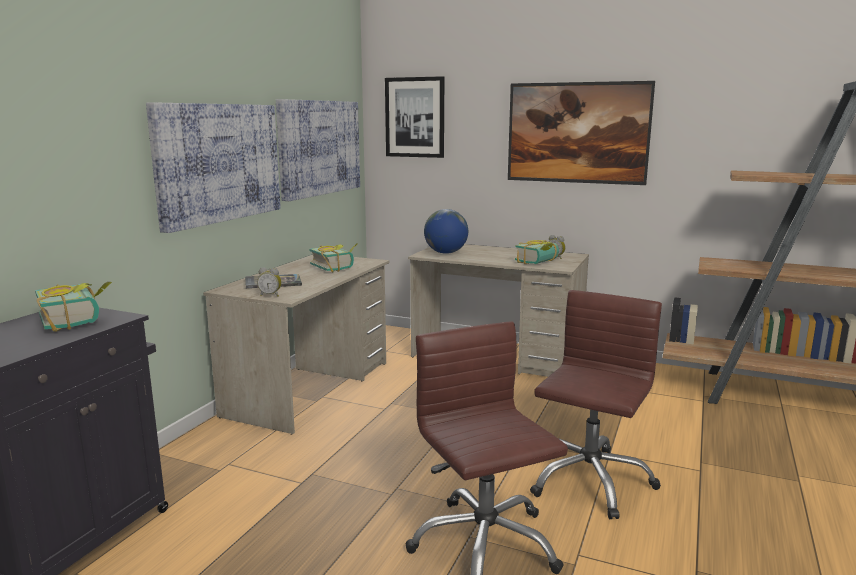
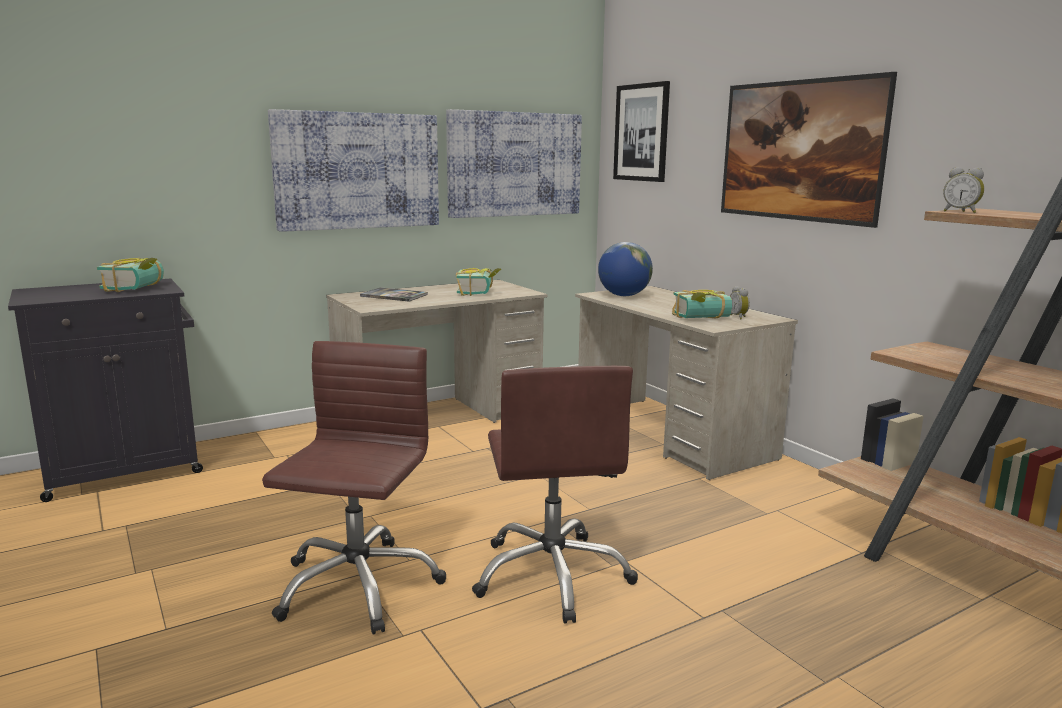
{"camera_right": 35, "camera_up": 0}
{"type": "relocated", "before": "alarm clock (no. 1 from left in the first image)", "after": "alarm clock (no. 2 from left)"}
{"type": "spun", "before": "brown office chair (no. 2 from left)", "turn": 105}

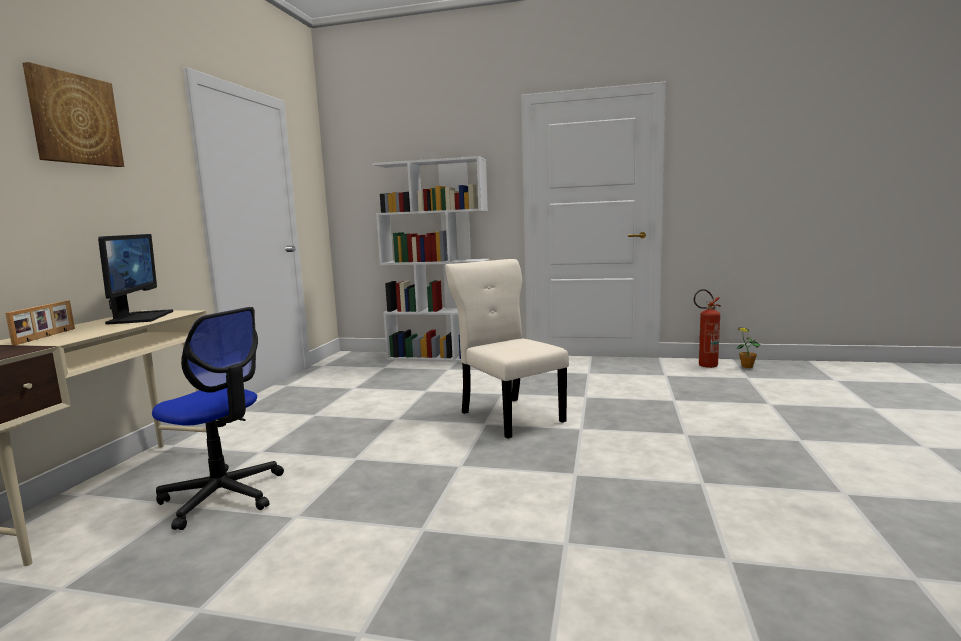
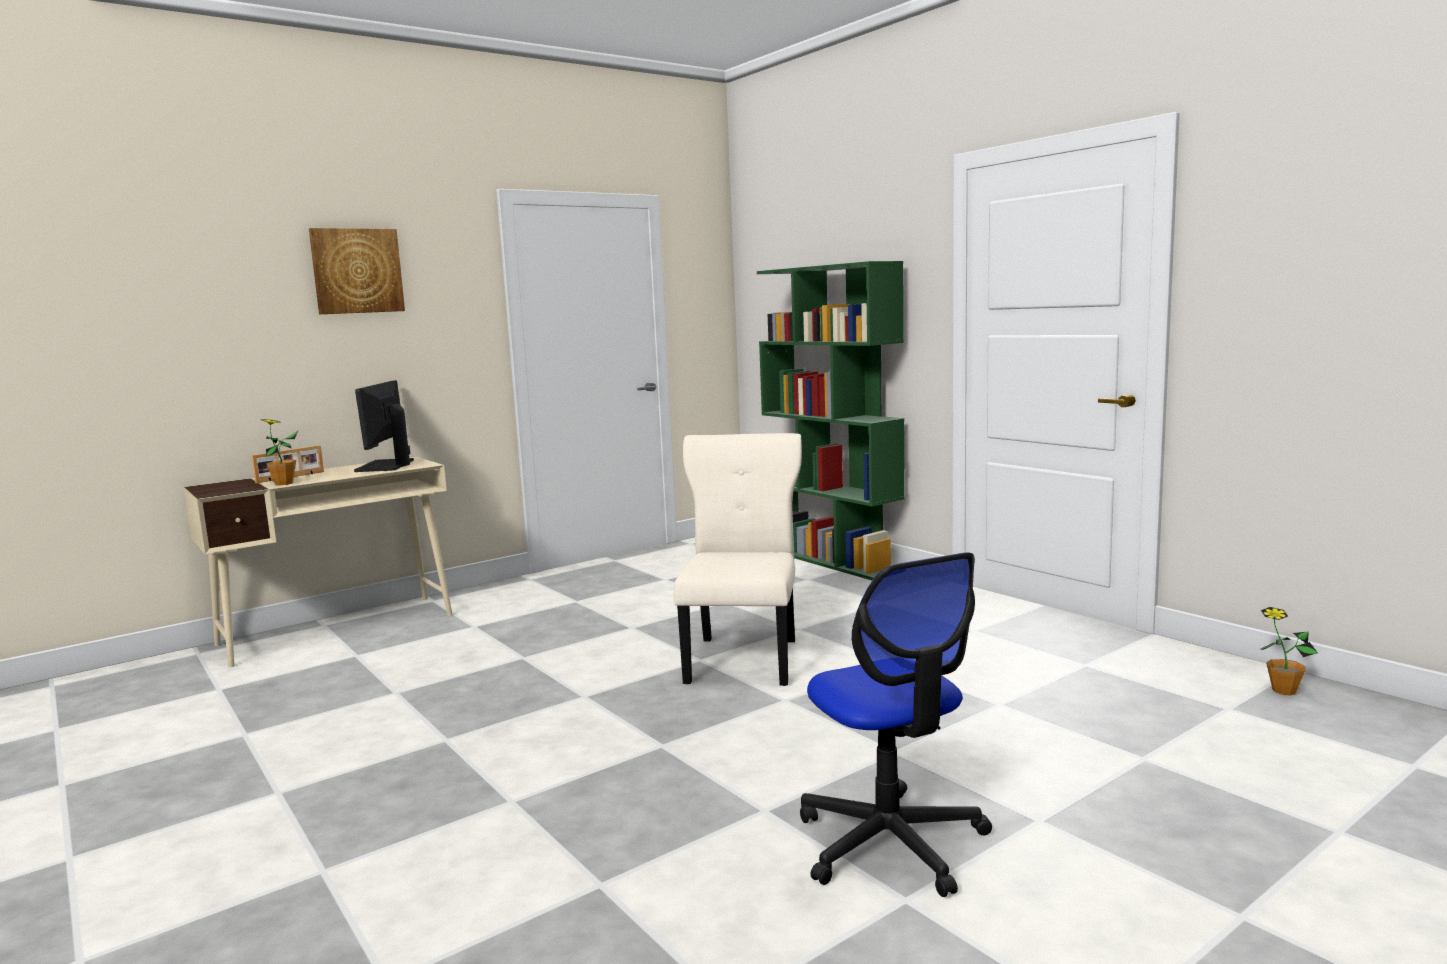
{"camera_right": 40, "camera_up": 0}
{"type": "spun", "before": "monitor", "turn": 150}
{"type": "relocated", "before": "office chair"}
{"type": "colour", "before": "white bookcase", "after": "green bookcase"}
{"type": "missing", "before": "fire extinguisher"}
{"type": "appeared", "after": "potted plant (no. 1 from left)"}

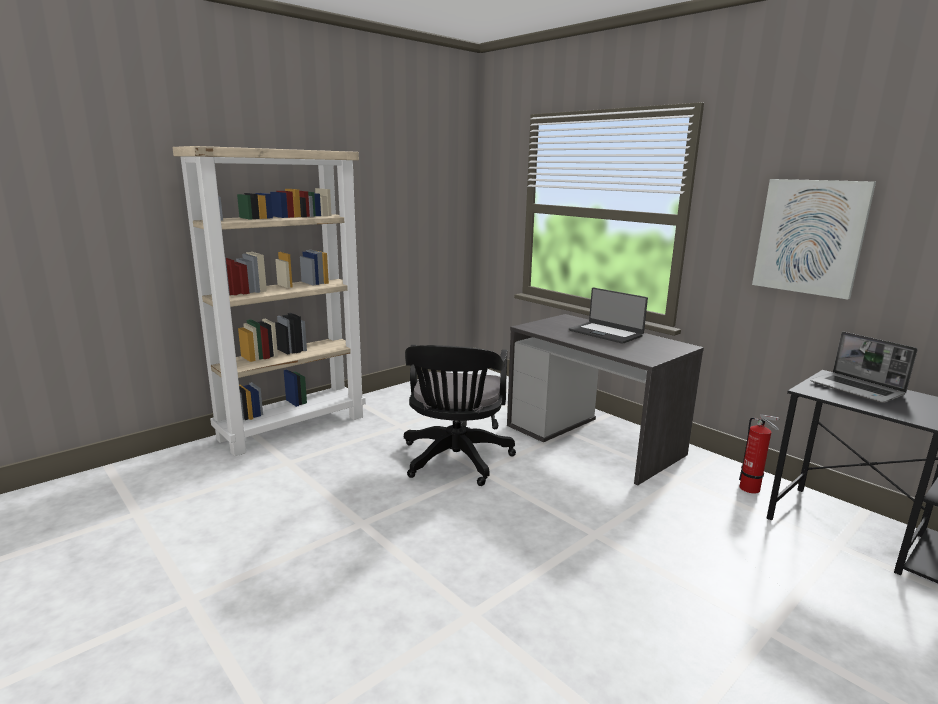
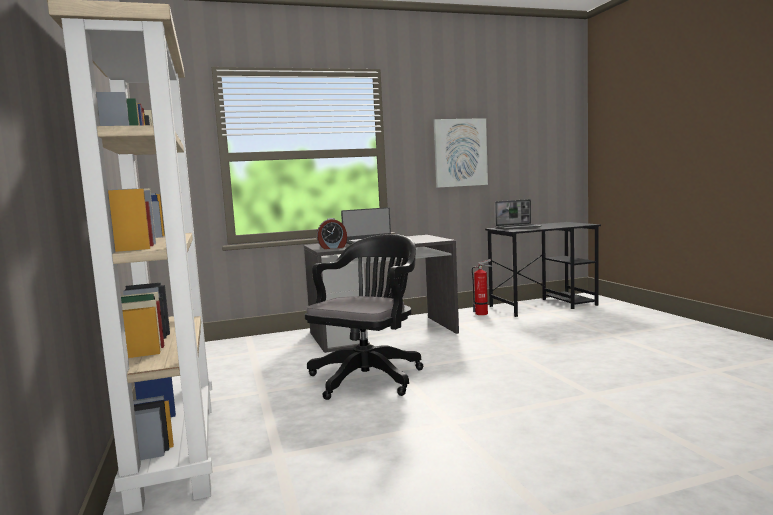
{"camera_right": -65, "camera_up": -10}
{"type": "spun", "before": "black office chair", "turn": -90}
{"type": "appeared", "after": "alarm clock"}

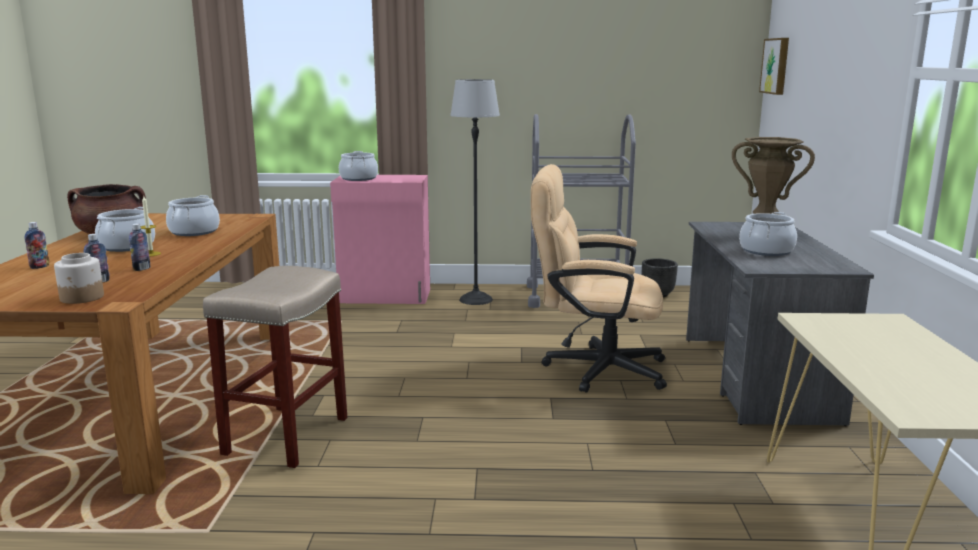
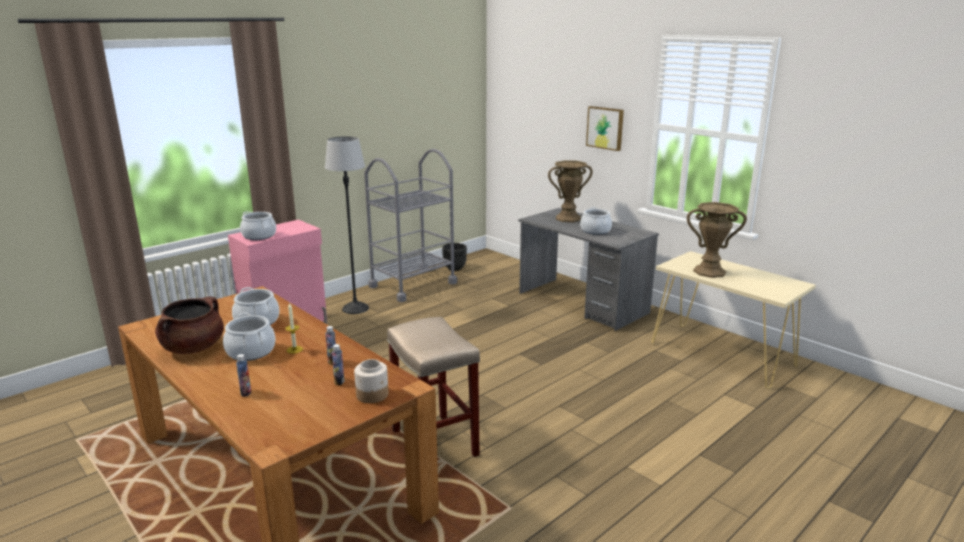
{"camera_right": -45, "camera_up": 5}
{"type": "missing", "before": "beige office chair"}
{"type": "relocated", "before": "picture"}
{"type": "appeared", "after": "brown vase (no. 2 from left)"}

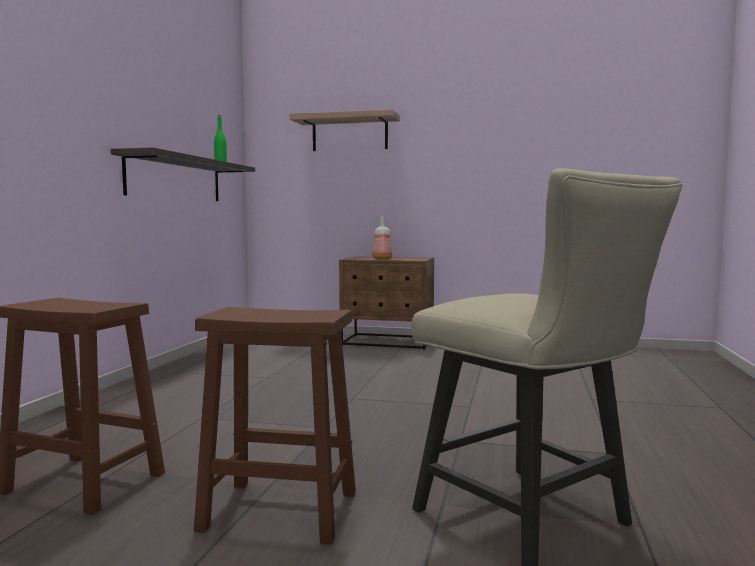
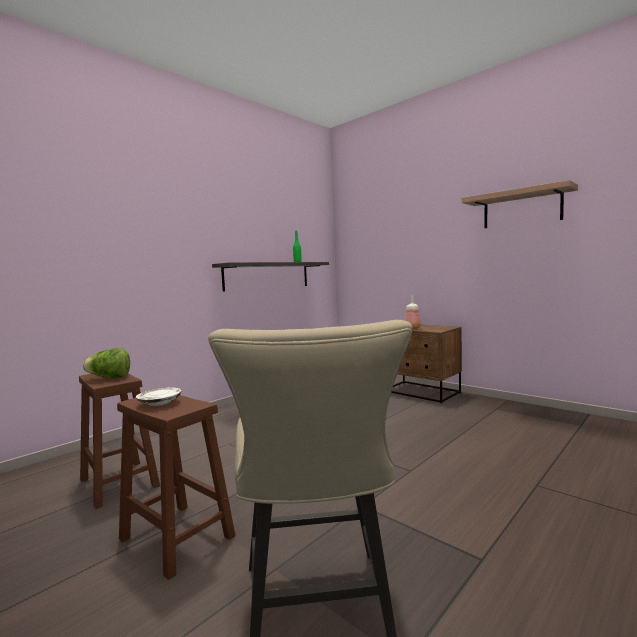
{"camera_right": 30, "camera_up": 0}
{"type": "relocated", "before": "shelf (no. 2 from left)"}
{"type": "appeared", "after": "lettuce"}
{"type": "appeared", "after": "white plate"}

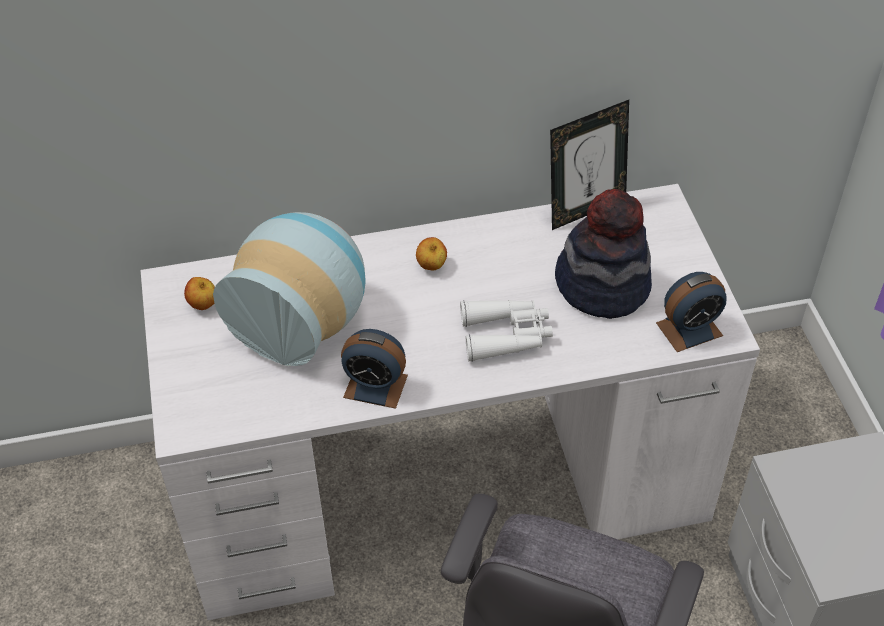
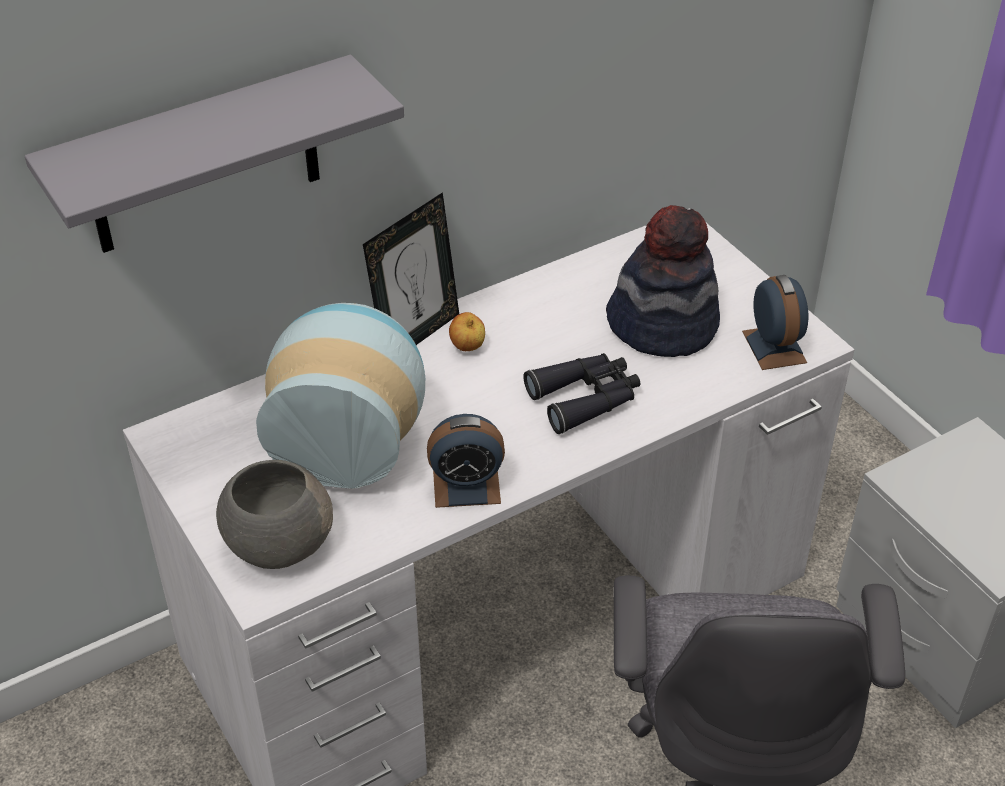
{"camera_right": -20, "camera_up": -5}
{"type": "missing", "before": "apple (no. 1 from left)"}
{"type": "colour", "before": "white binoculars", "after": "black binoculars"}
{"type": "relocated", "before": "picture frame"}
{"type": "spun", "before": "alarm clock (no. 2 from left)", "turn": -60}
{"type": "appeared", "after": "grey shelf"}
{"type": "appeared", "after": "grey bowl"}

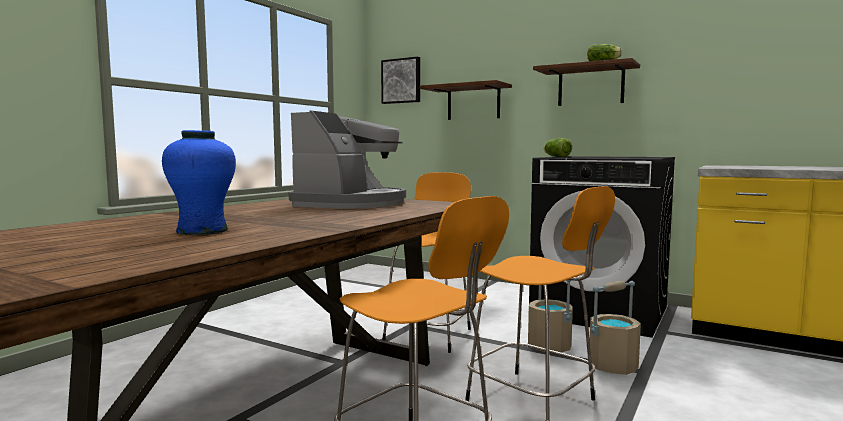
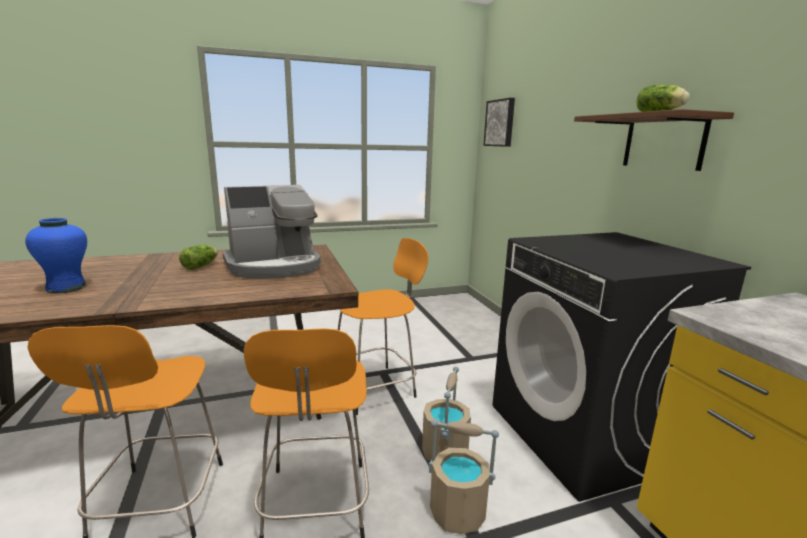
{"camera_right": 40, "camera_up": 10}
{"type": "missing", "before": "brown shelf (no. 1 from left)"}
{"type": "relocated", "before": "lettuce (no. 1 from left)"}

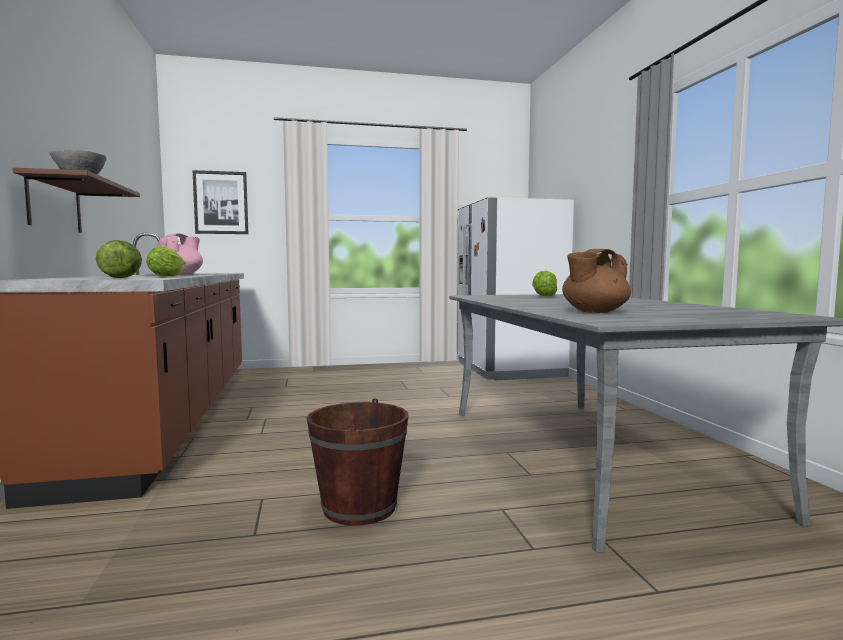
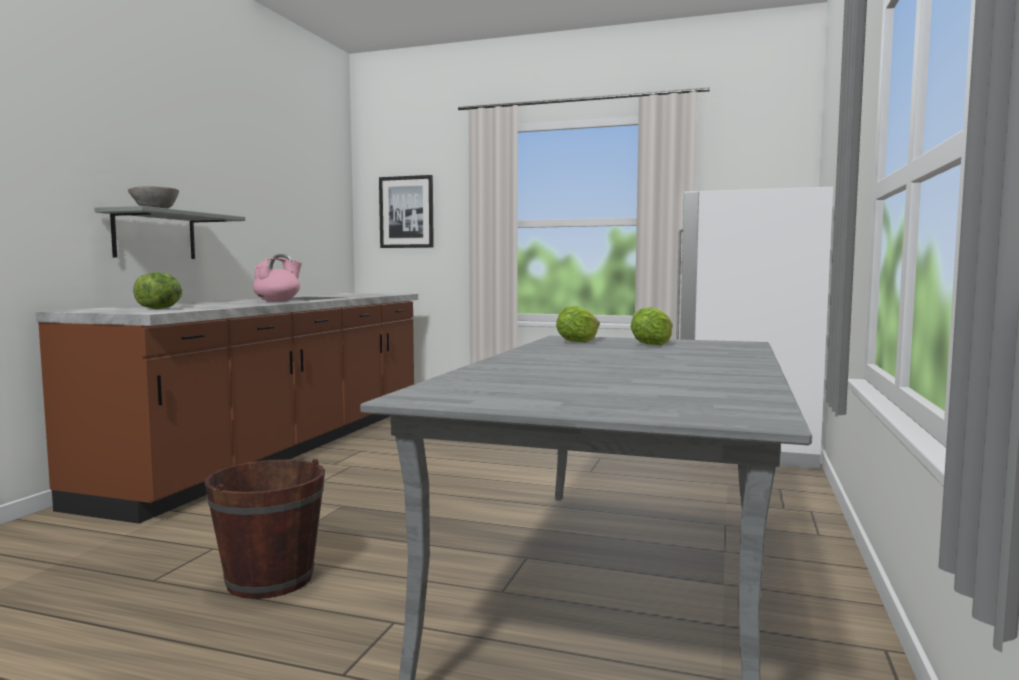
{"camera_right": 30, "camera_up": 0}
{"type": "colour", "before": "brown shelf", "after": "grey shelf"}
{"type": "relocated", "before": "lettuce (no. 2 from left)"}
{"type": "missing", "before": "brown teapot"}

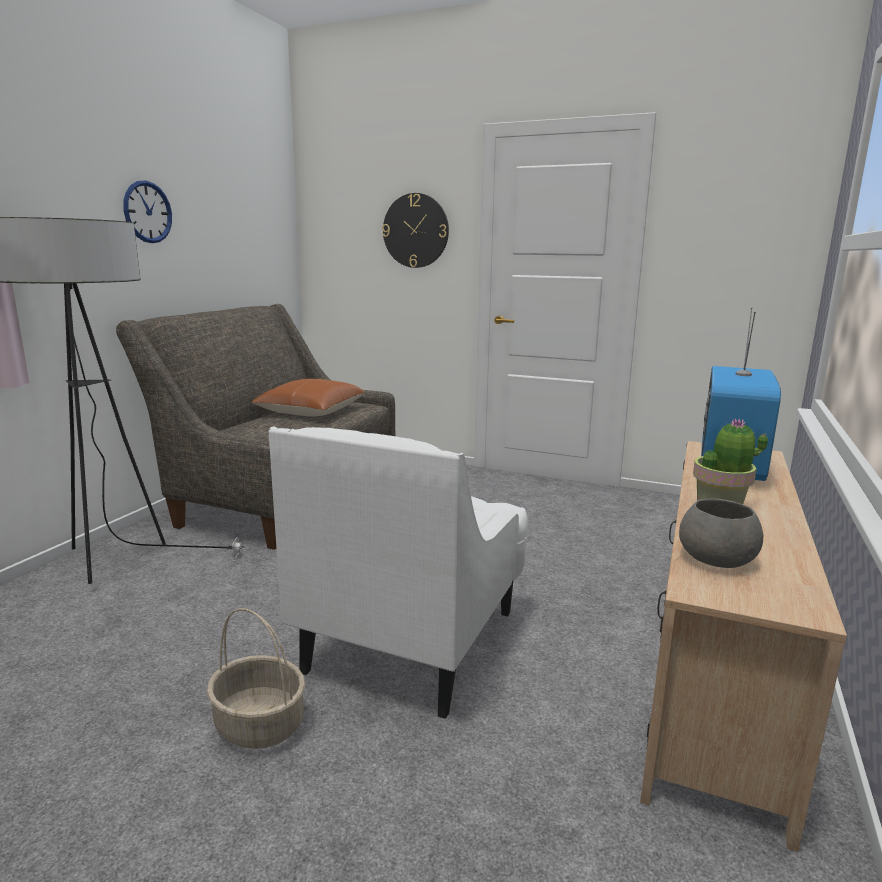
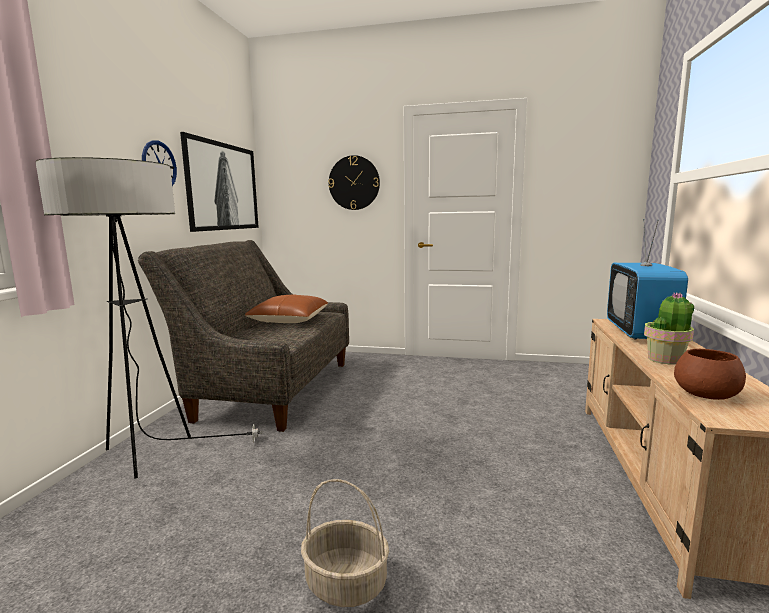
{"camera_right": -10, "camera_up": -5}
{"type": "missing", "before": "white armchair"}
{"type": "colour", "before": "grey bowl", "after": "brown bowl"}
{"type": "appeared", "after": "picture"}

